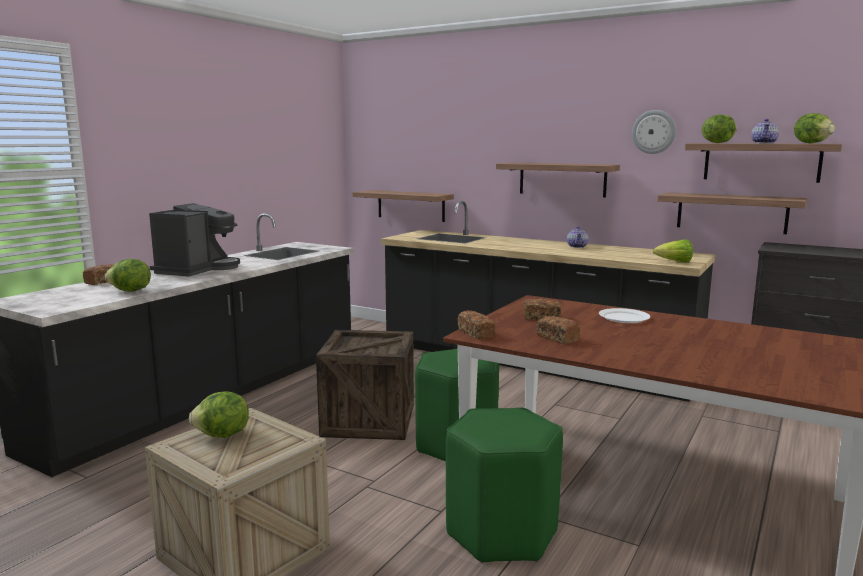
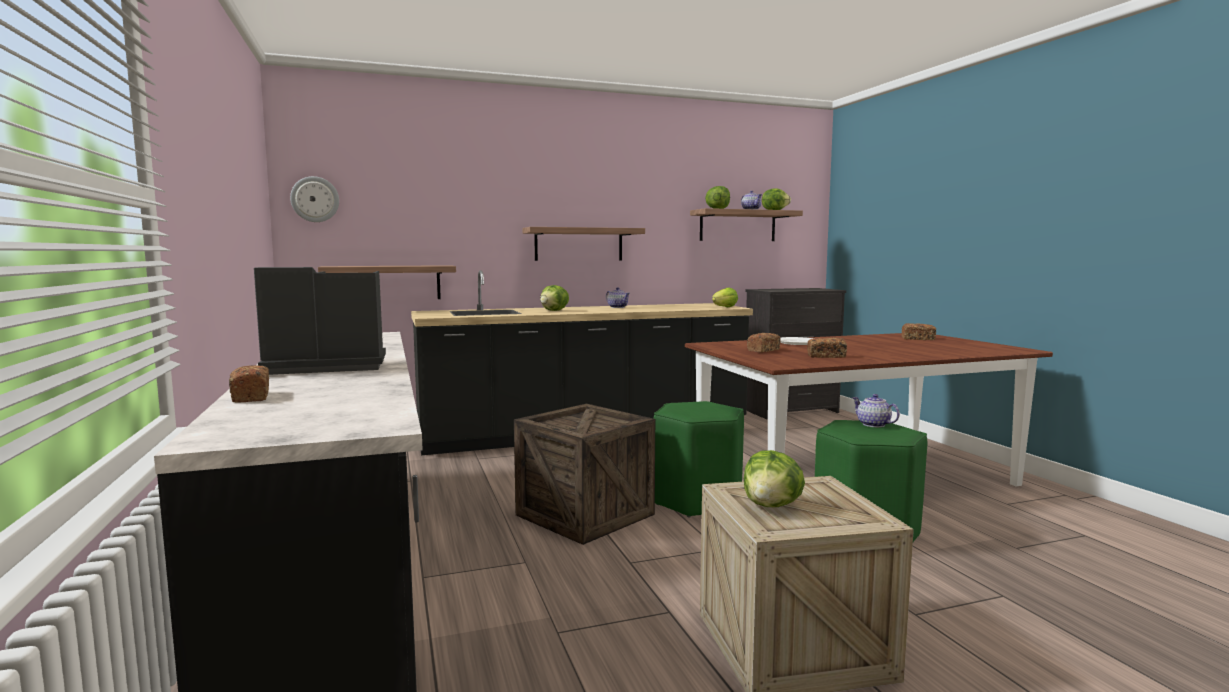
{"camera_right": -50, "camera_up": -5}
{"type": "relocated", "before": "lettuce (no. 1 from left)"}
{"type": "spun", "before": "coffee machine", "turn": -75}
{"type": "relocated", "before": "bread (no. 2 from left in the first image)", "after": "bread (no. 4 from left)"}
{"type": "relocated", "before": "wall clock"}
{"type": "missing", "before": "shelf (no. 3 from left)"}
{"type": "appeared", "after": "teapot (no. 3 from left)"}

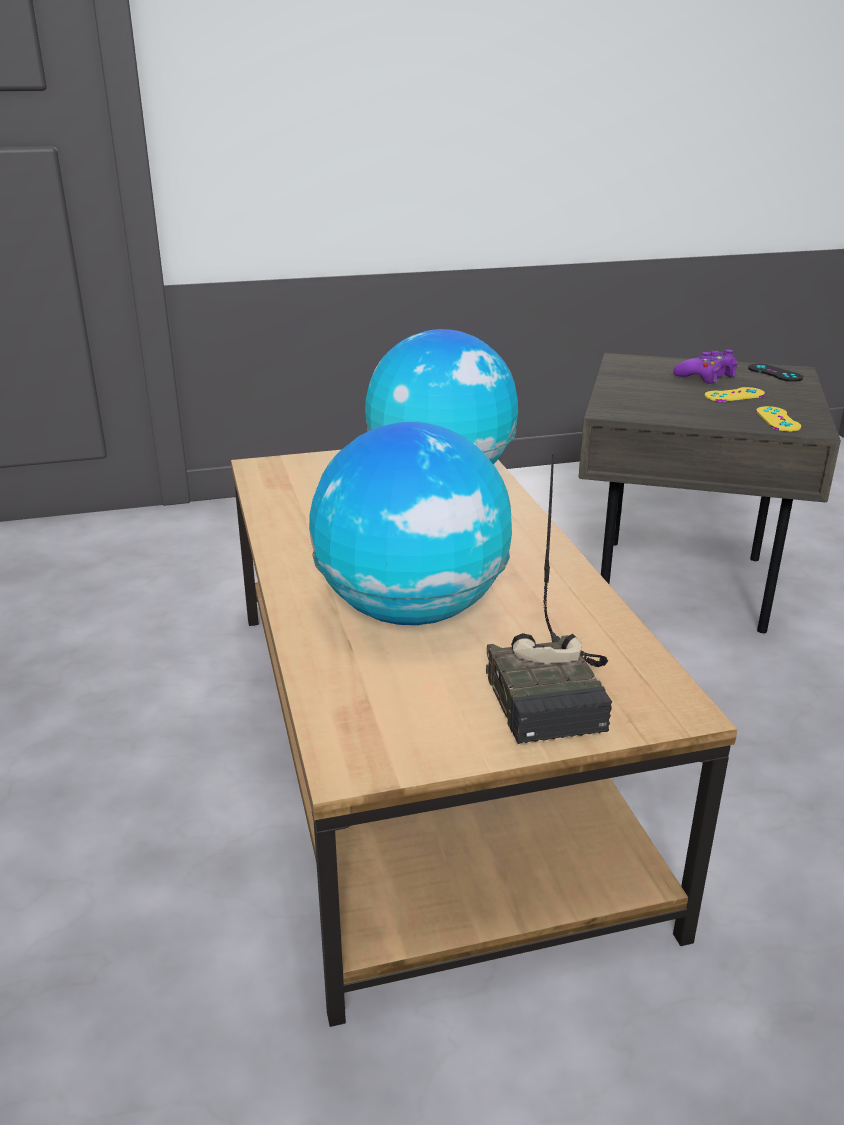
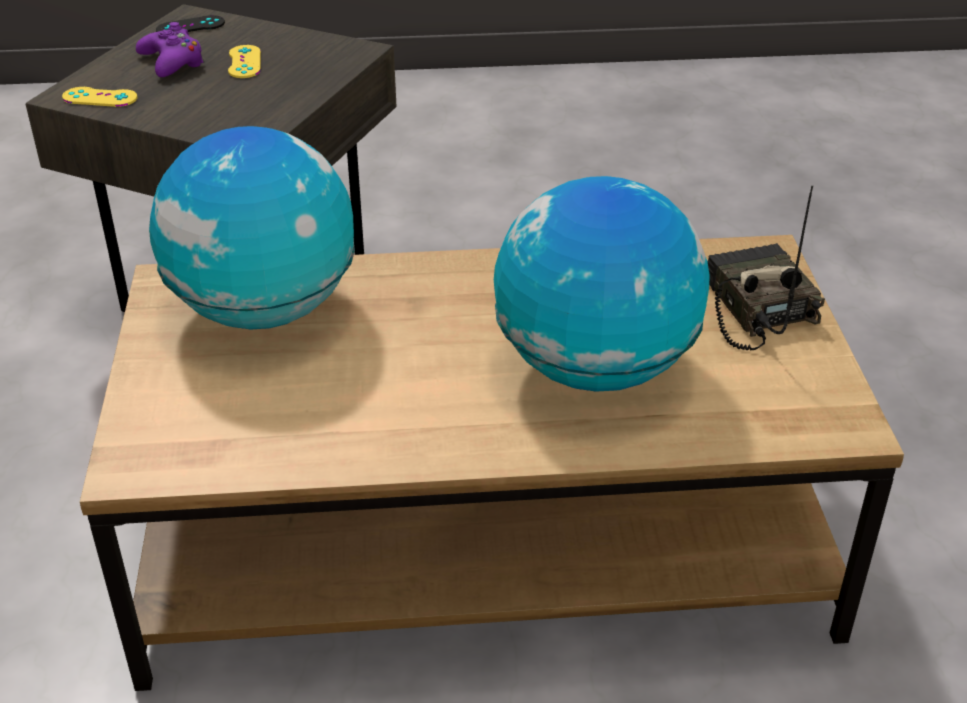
{"camera_right": -80, "camera_up": 10}
{"type": "spun", "before": "radio", "turn": -105}
{"type": "relocated", "before": "yellow game controller (no. 2 from left in the first image)", "after": "yellow game controller (no. 1 from left)"}

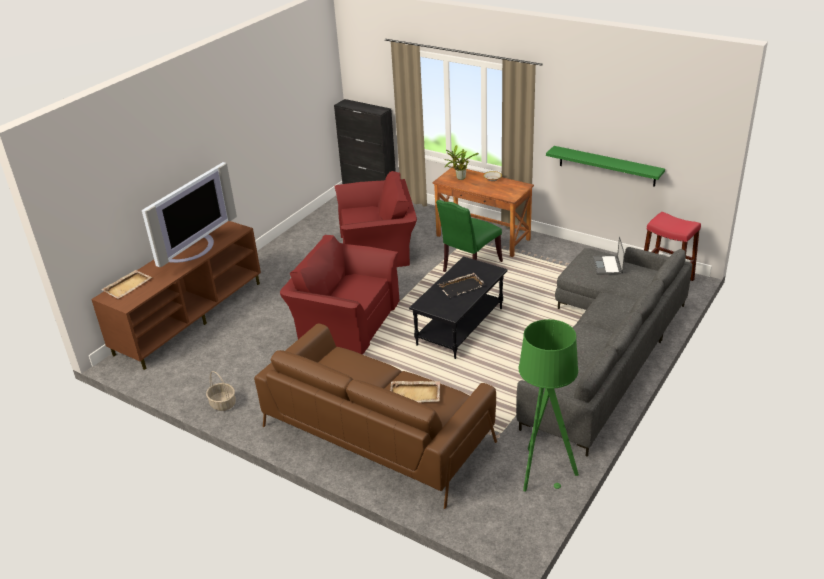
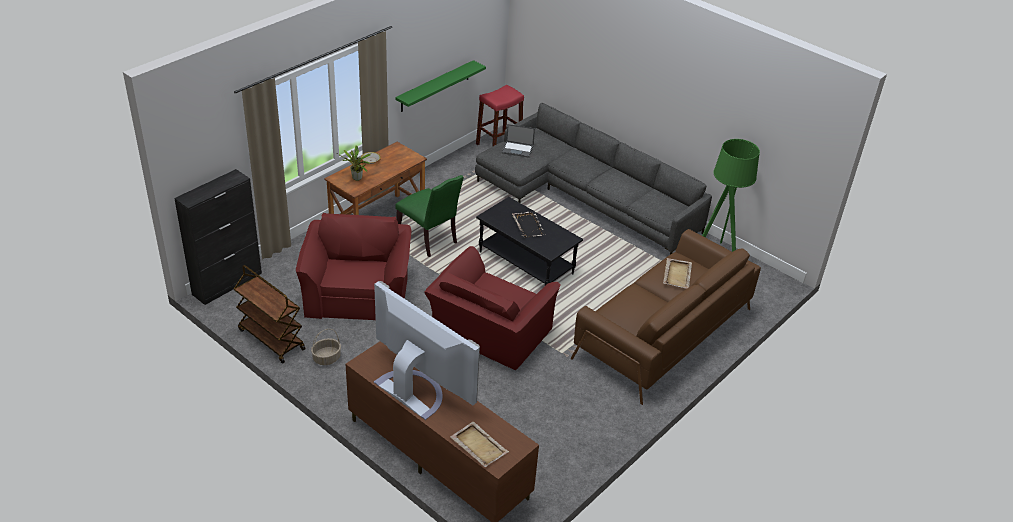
{"camera_right": -85, "camera_up": 5}
{"type": "relocated", "before": "basket"}
{"type": "appeared", "after": "brown cart"}

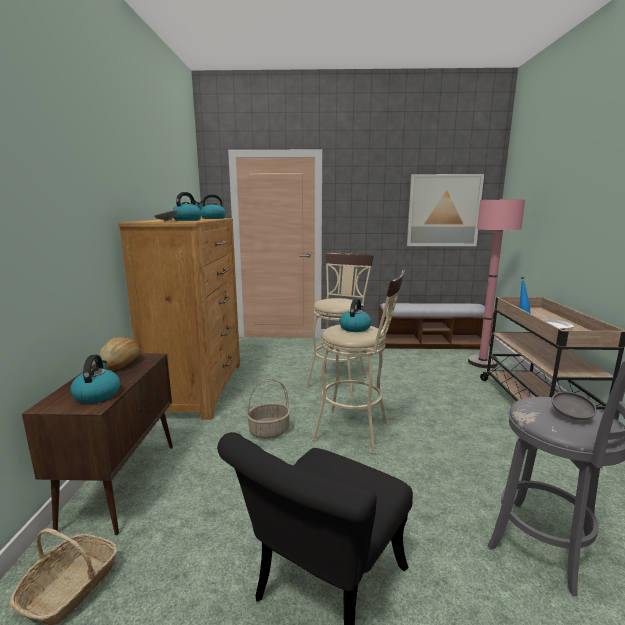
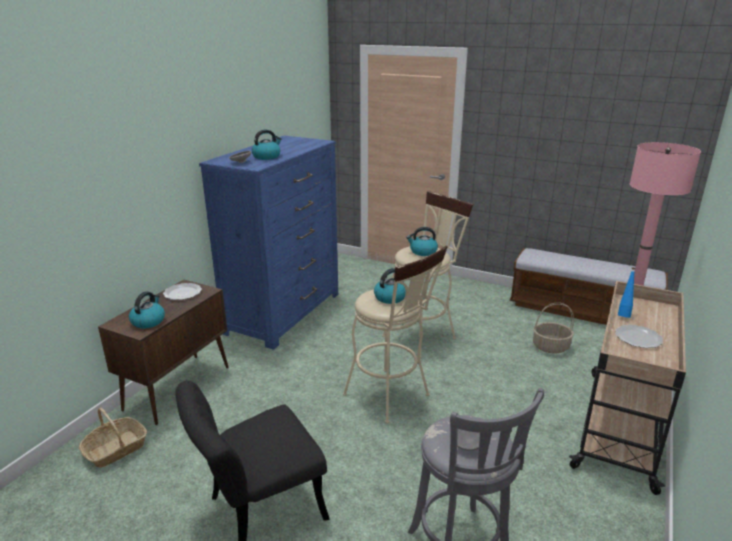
{"camera_right": 25, "camera_up": 10}
{"type": "exchanged", "before": "bread", "after": "plate (no. 1 from left)"}
{"type": "colour", "before": "brown dresser", "after": "blue dresser"}
{"type": "relocated", "before": "kettle (no. 3 from left in the first image)", "after": "kettle (no. 4 from left)"}
{"type": "relocated", "before": "basket (no. 2 from left)"}
{"type": "missing", "before": "picture"}

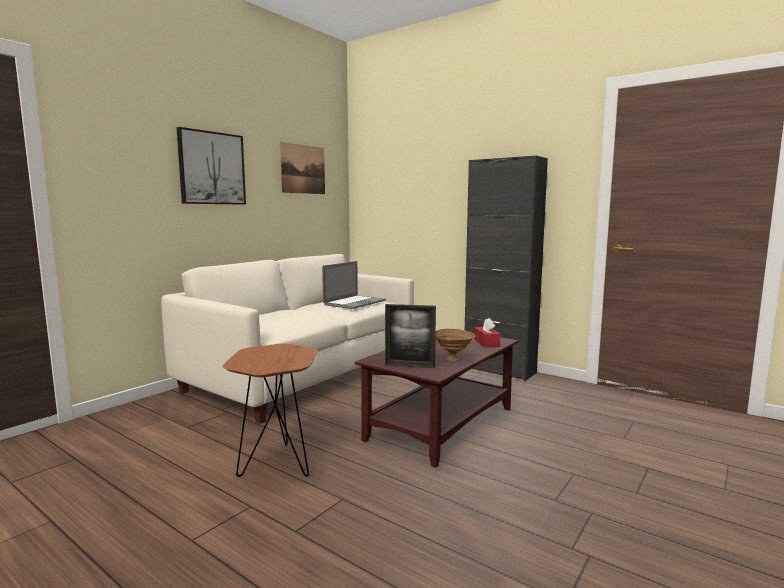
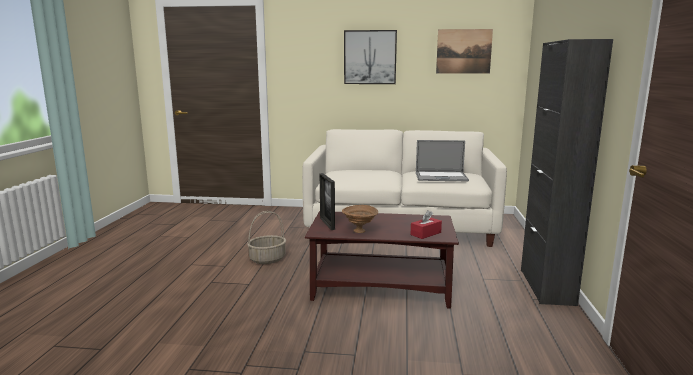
{"camera_right": 60, "camera_up": 5}
{"type": "exchanged", "before": "brown side table", "after": "basket"}

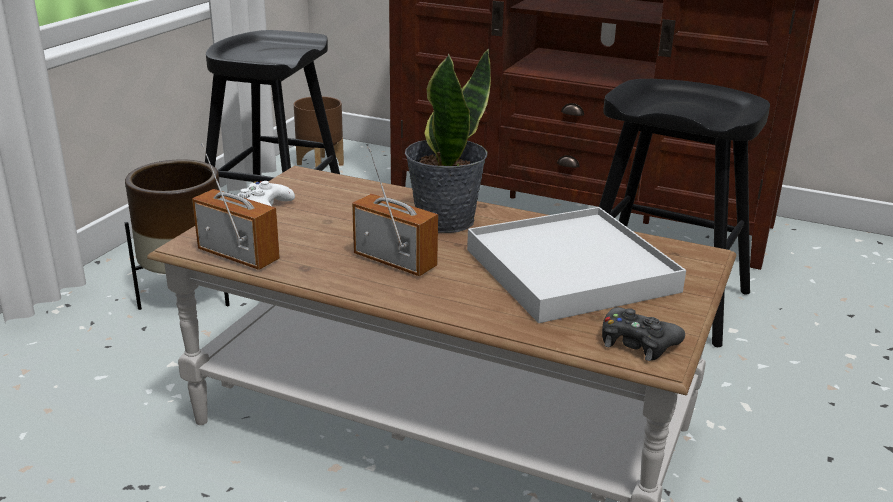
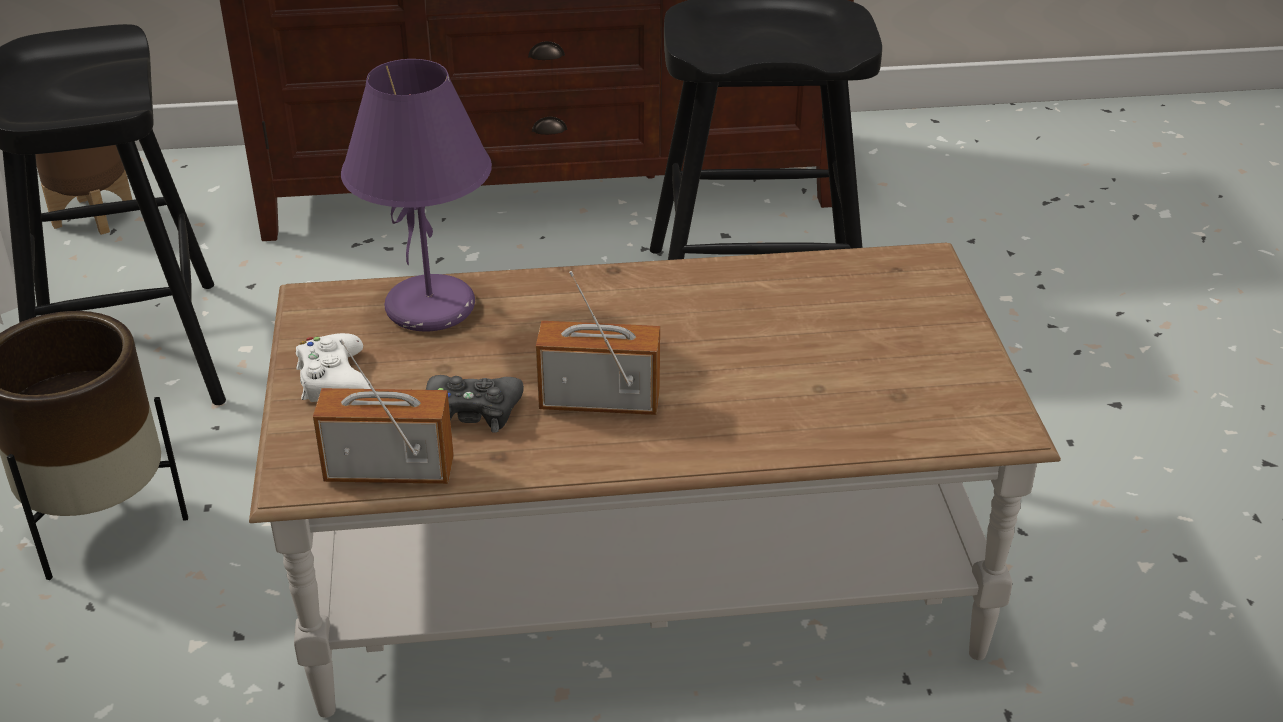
{"camera_right": -30, "camera_up": 10}
{"type": "missing", "before": "potted plant"}
{"type": "missing", "before": "white tray"}
{"type": "relocated", "before": "black game controller"}
{"type": "appeared", "after": "purple table lamp"}

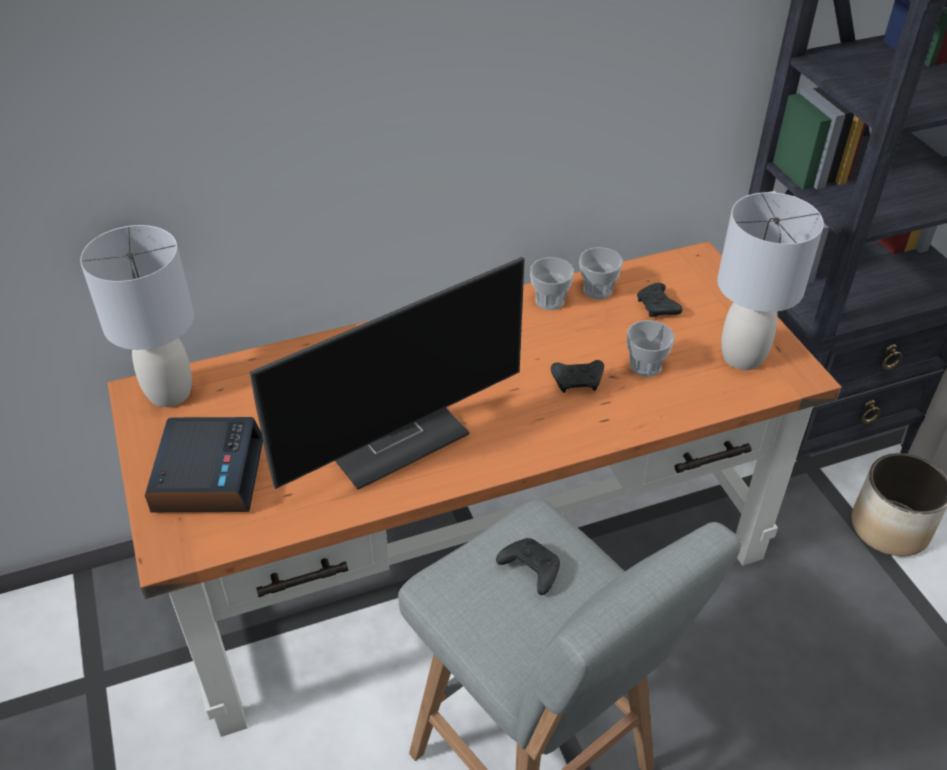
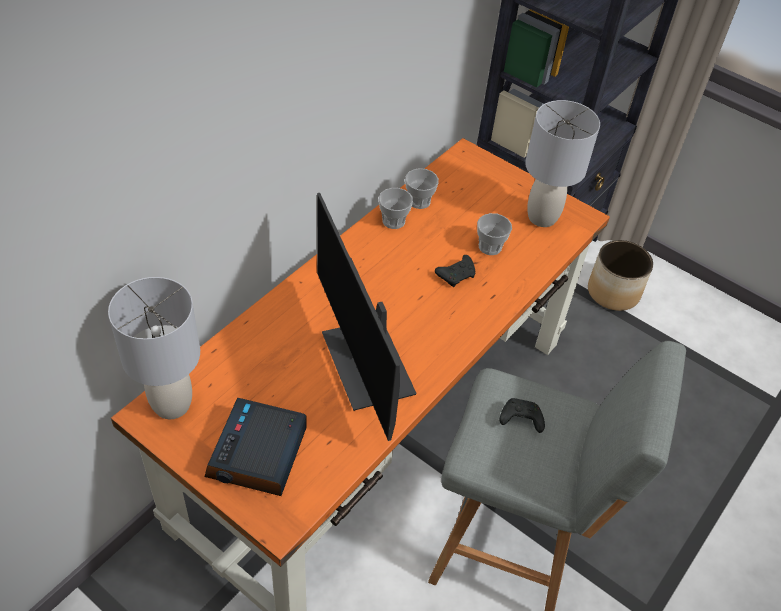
{"camera_right": -35, "camera_up": 5}
{"type": "spun", "before": "alarm clock", "turn": -135}
{"type": "spun", "before": "monitor", "turn": 135}
{"type": "missing", "before": "black game controller (no. 3 from left)"}

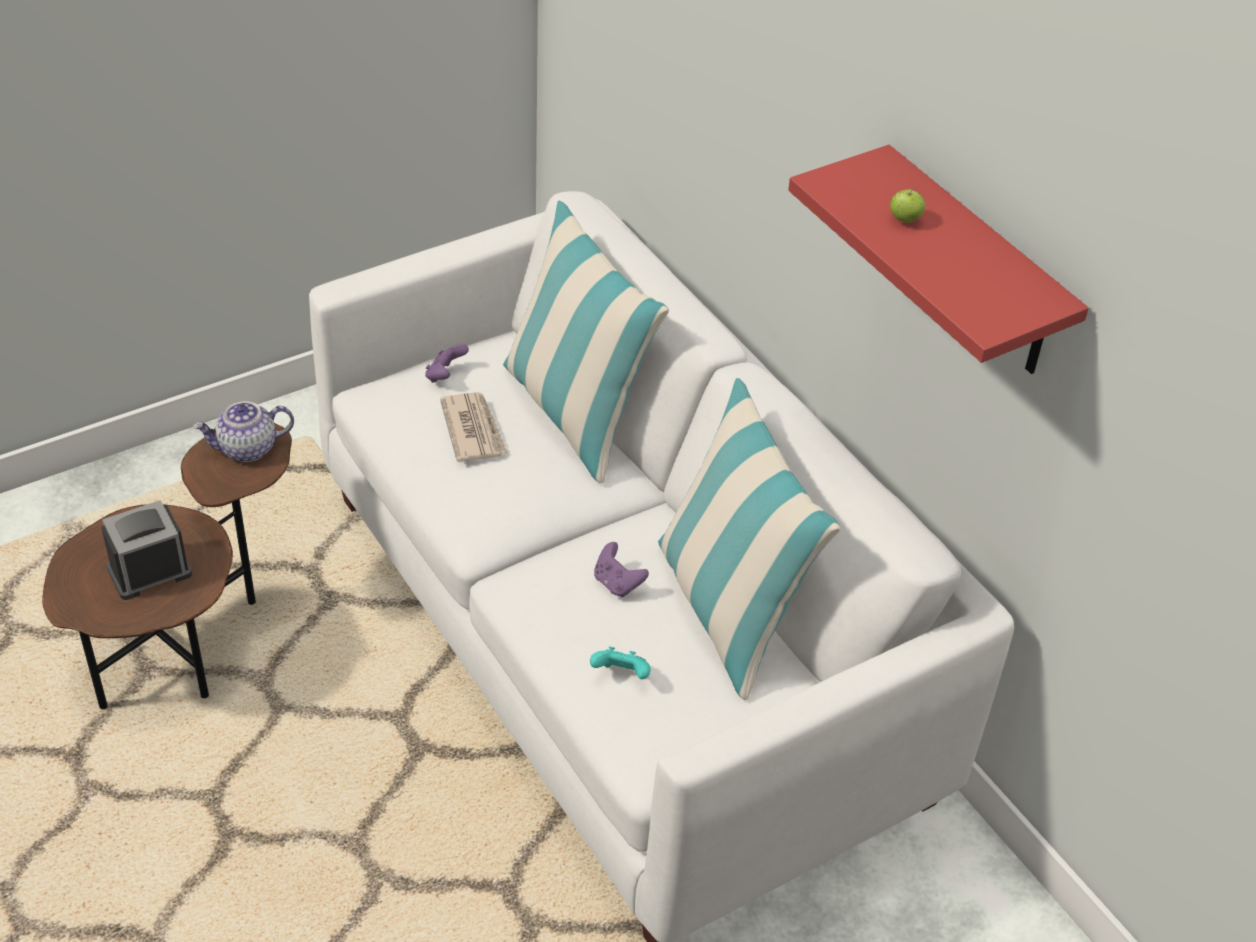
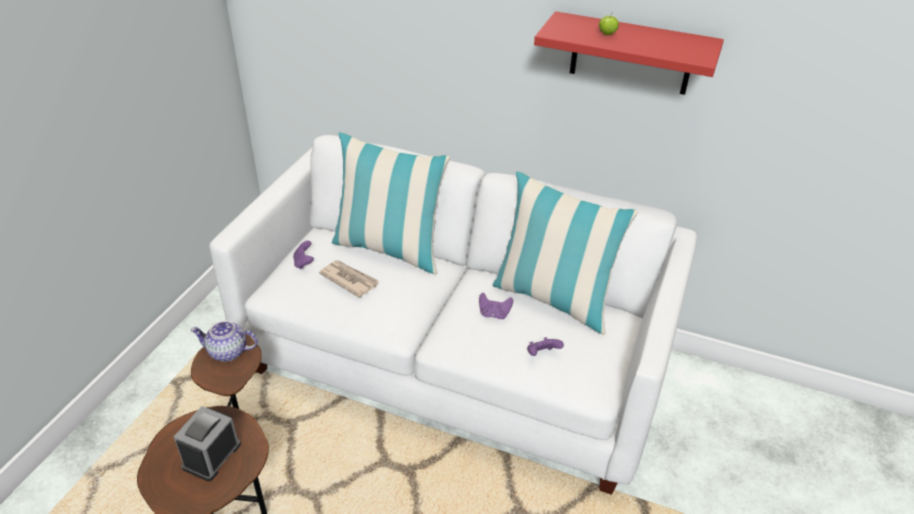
{"camera_right": -35, "camera_up": -5}
{"type": "spun", "before": "teapot", "turn": 60}
{"type": "colour", "before": "turquoise game controller", "after": "purple game controller (no. 3 from left)"}

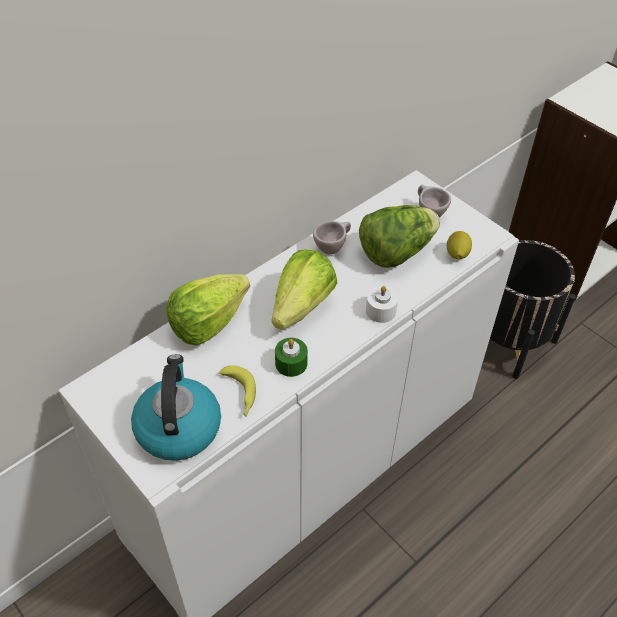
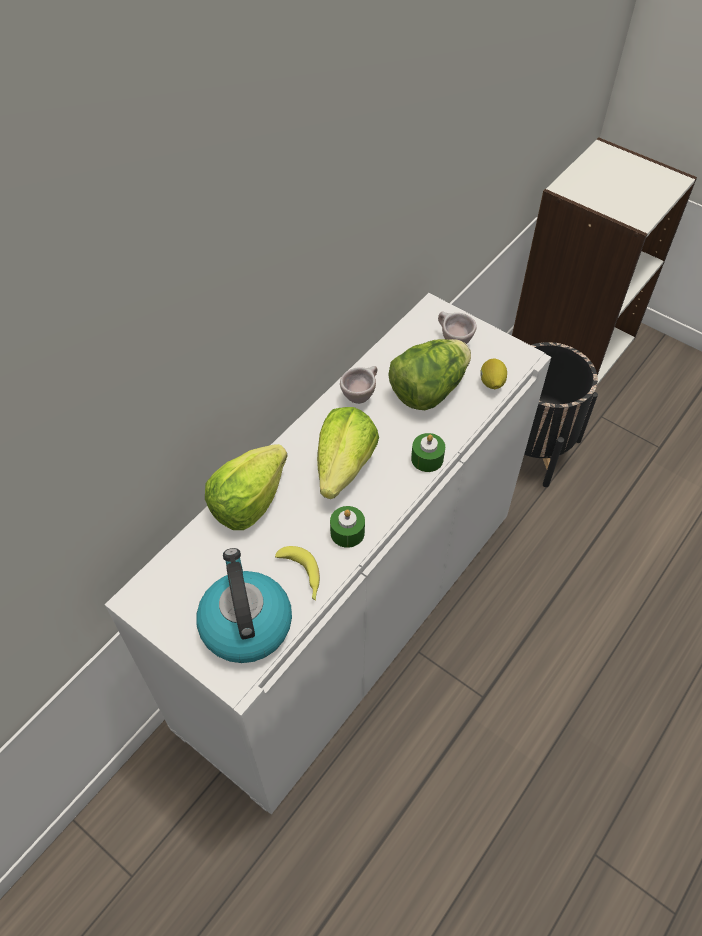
{"camera_right": -10, "camera_up": 5}
{"type": "colour", "before": "white candle", "after": "green candle (no. 2 from left)"}

